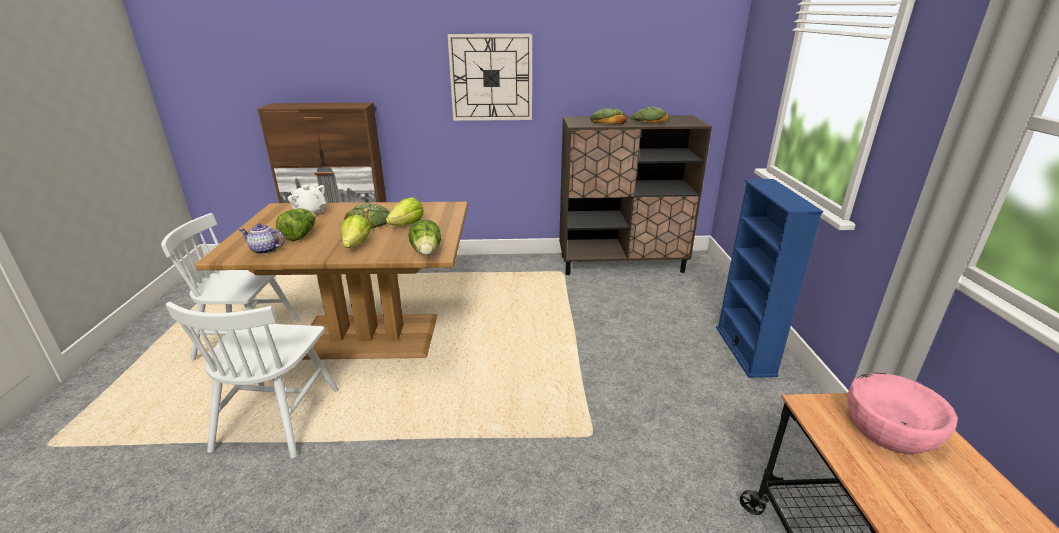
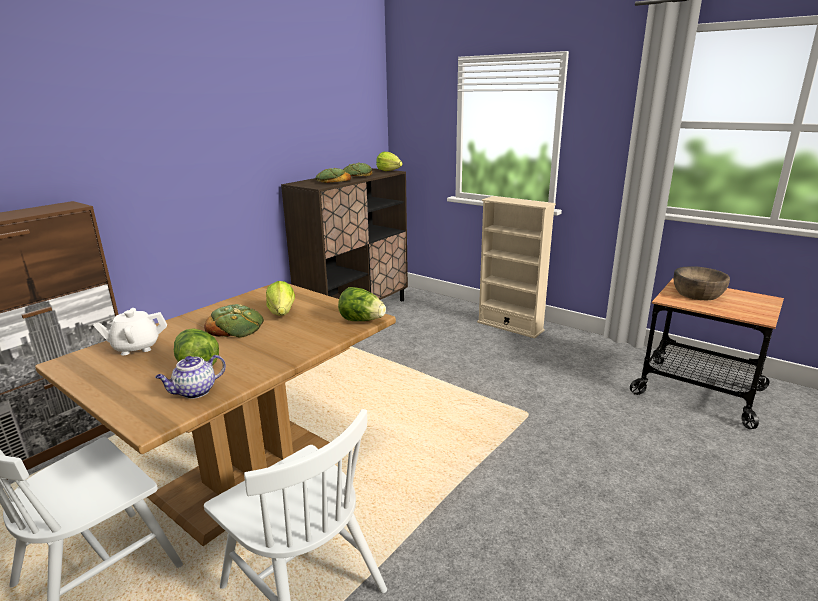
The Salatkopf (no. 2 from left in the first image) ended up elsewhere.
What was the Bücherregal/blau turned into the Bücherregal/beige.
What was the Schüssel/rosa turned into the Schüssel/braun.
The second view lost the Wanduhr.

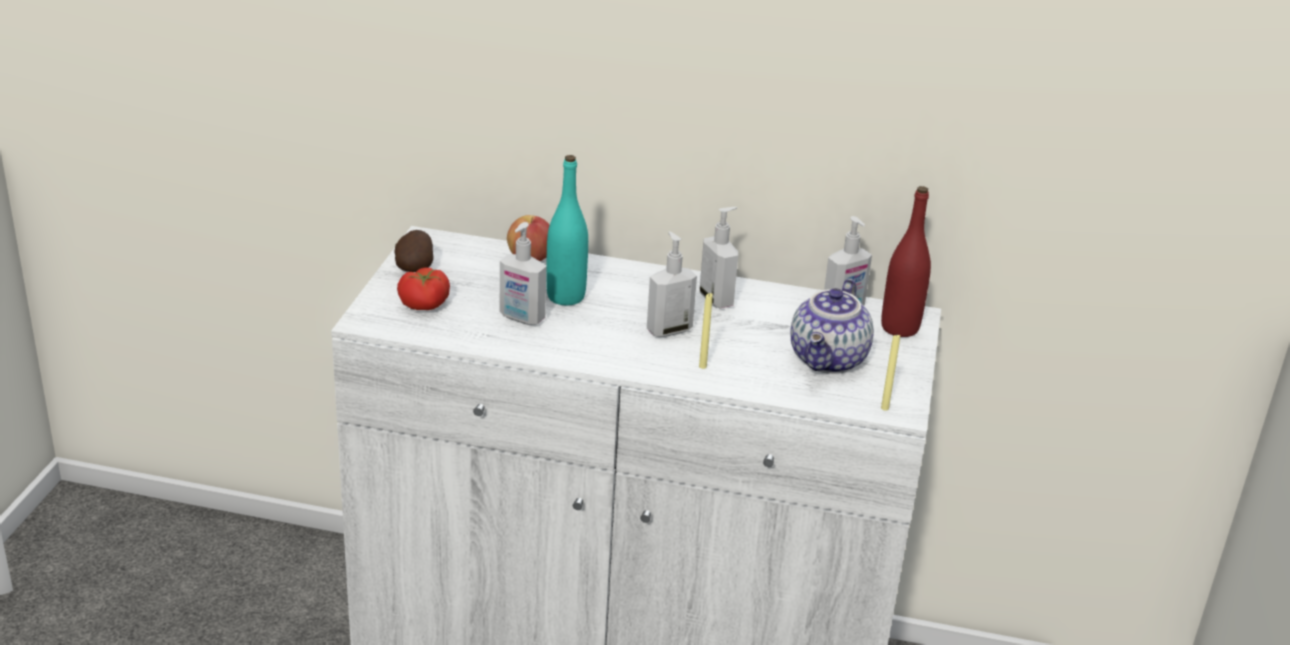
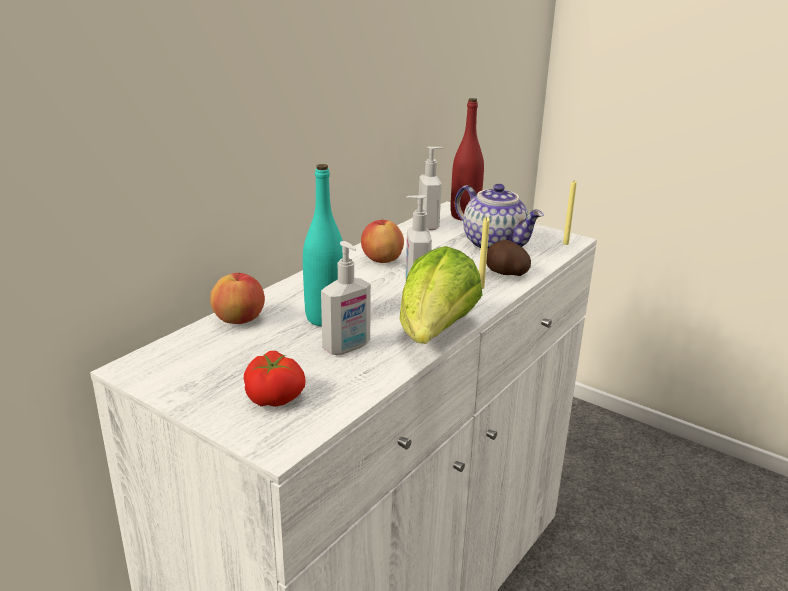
Where the Seifenspender (no. 3 from left) stood, the Apfel (no. 2 from left) came to stand.
The second view gained the Salatkopf.
The Kartoffel ended up elsewhere.

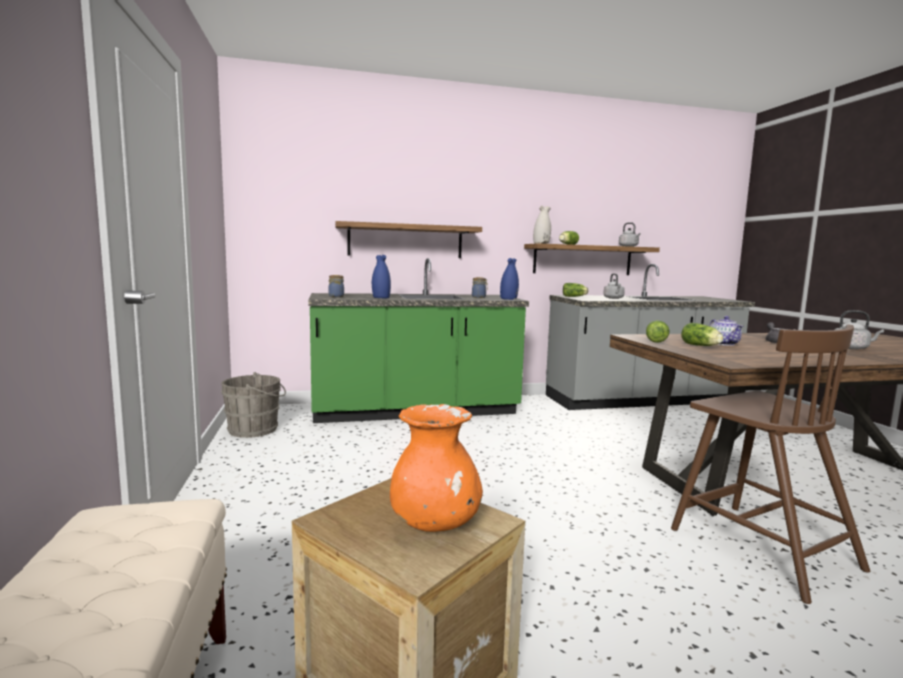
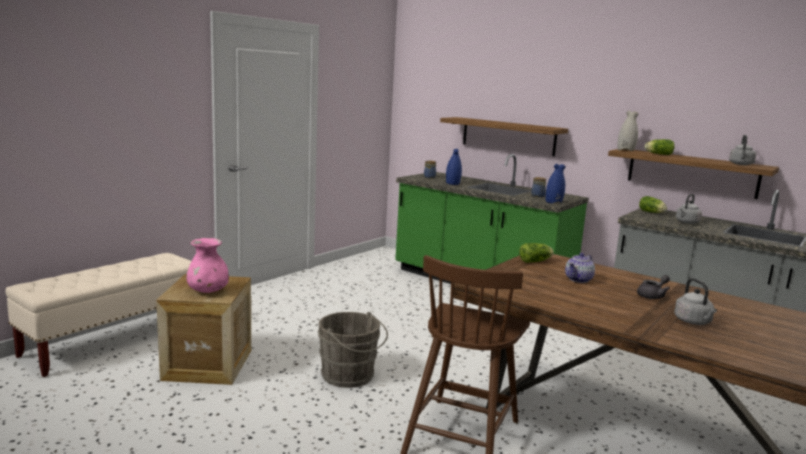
What was the Vase/orange turned into the Vase/rosa.
The Eimer/grau ended up elsewhere.
The second view lost the Salatkopf (no. 4 from left).

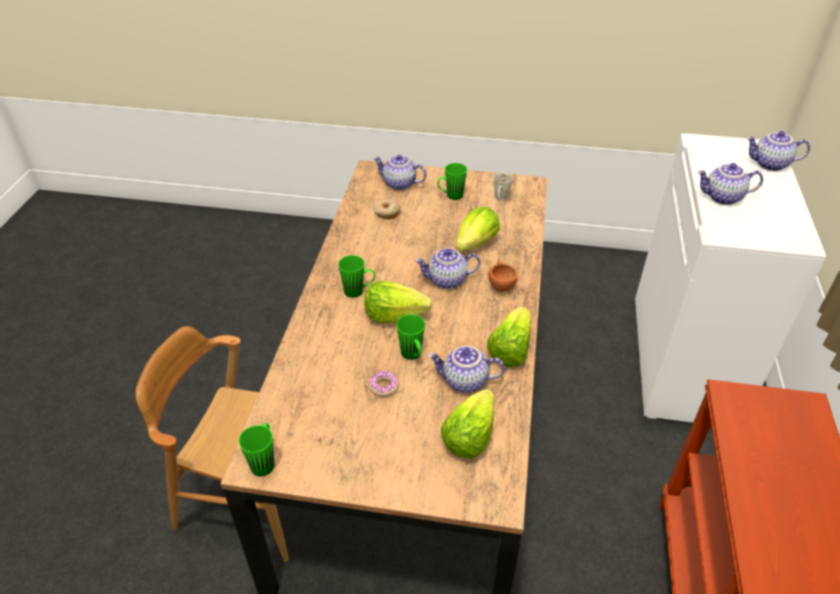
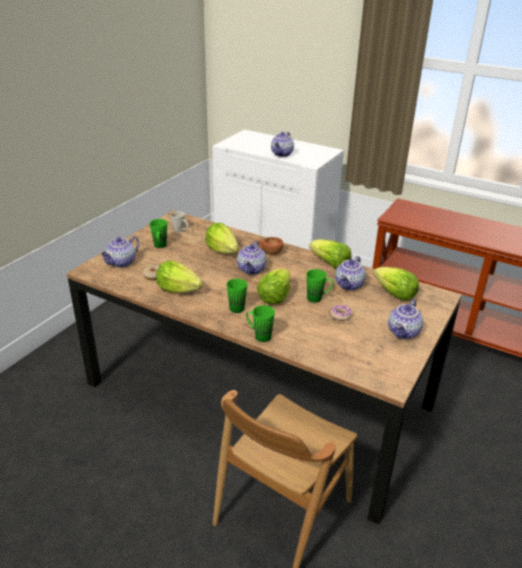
The second view gained the Salatkopf (no. 1 from left).
The Henkelbecher/grün (no. 1 from left in the first image) ended up elsewhere.
The Teekanne (no. 5 from left) ended up elsewhere.

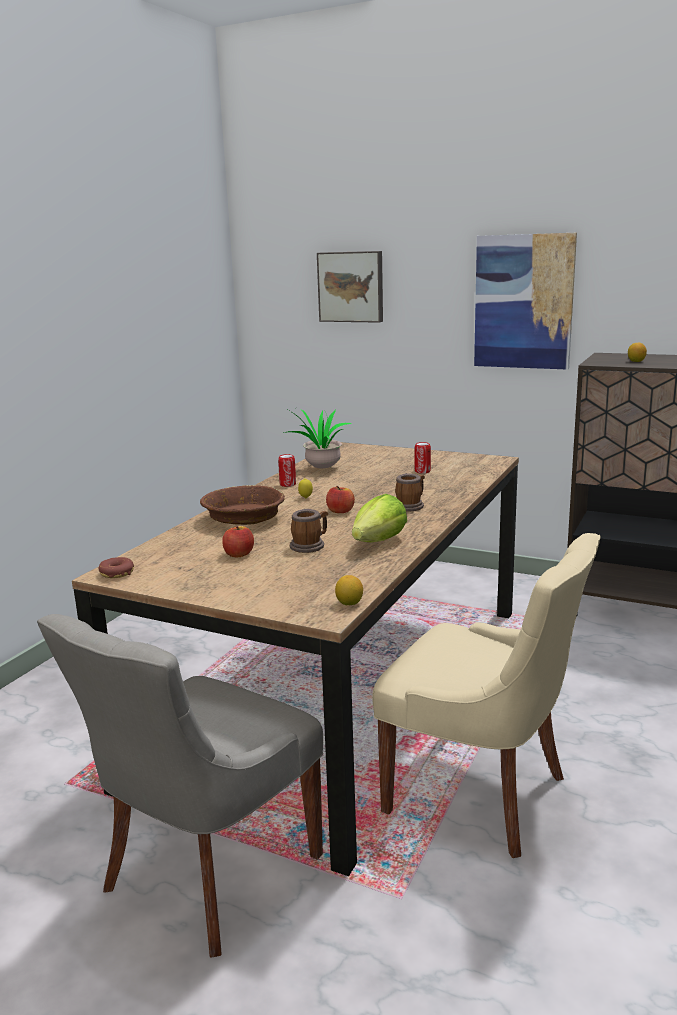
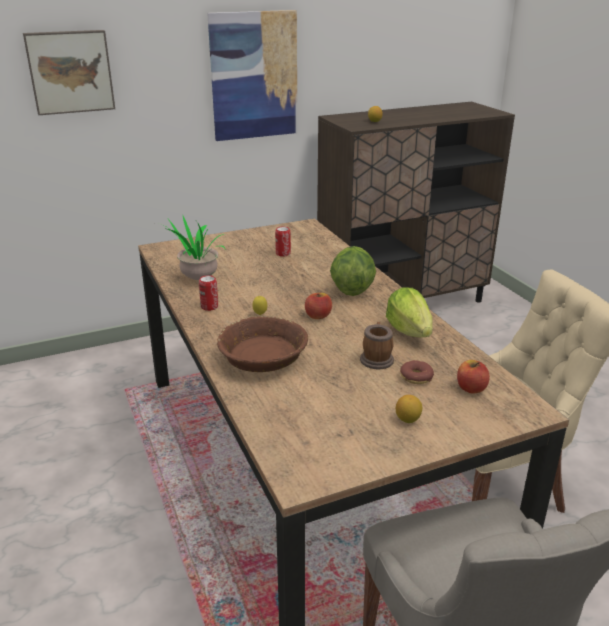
Where the Henkelbecher (no. 2 from left) stood, the Salatkopf (no. 1 from left) came to stand.
The Zitrone (no. 2 from left in the first image) ended up elsewhere.
The Donut ended up elsewhere.
The Apfel (no. 1 from left in the first image) ended up elsewhere.

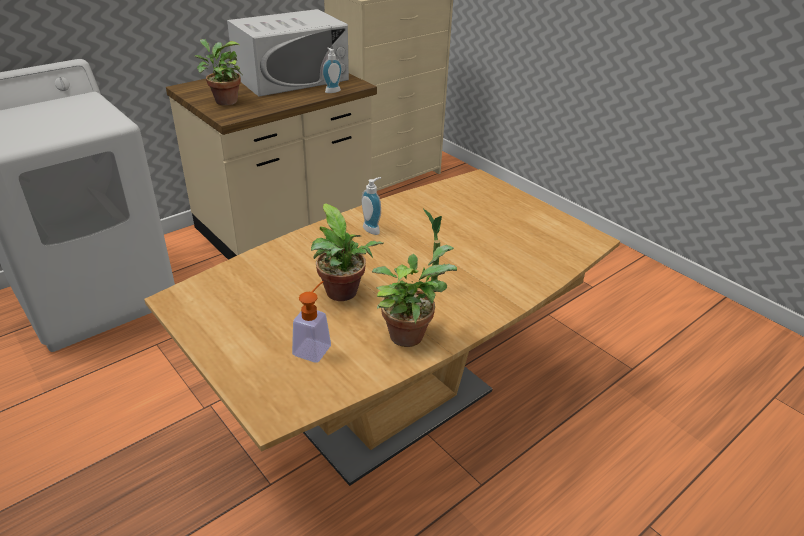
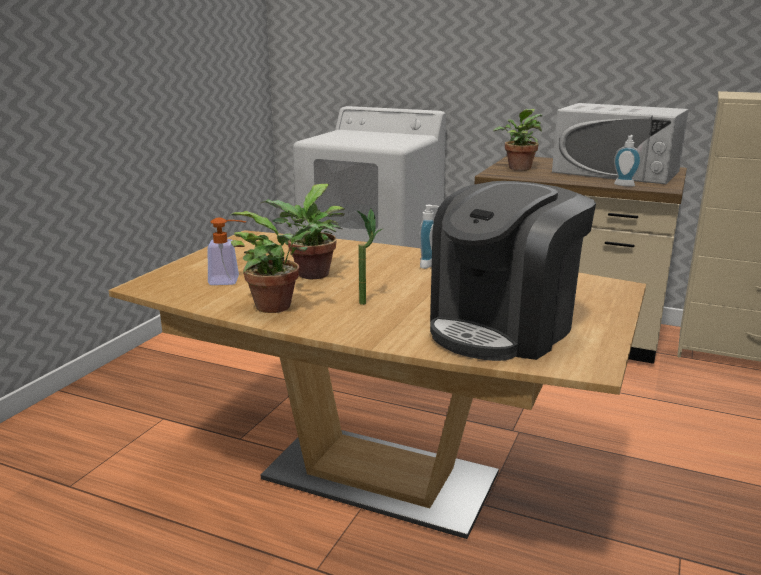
The second view gained the Kaffeemaschine.

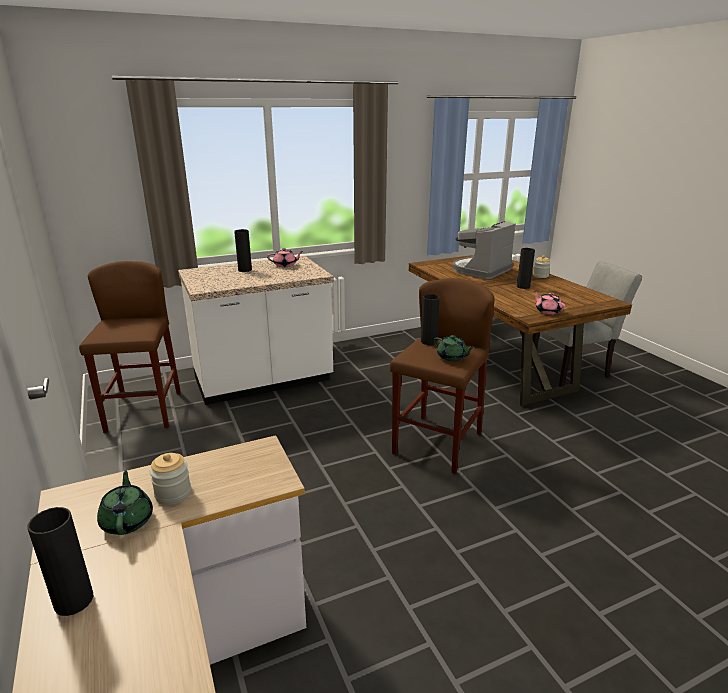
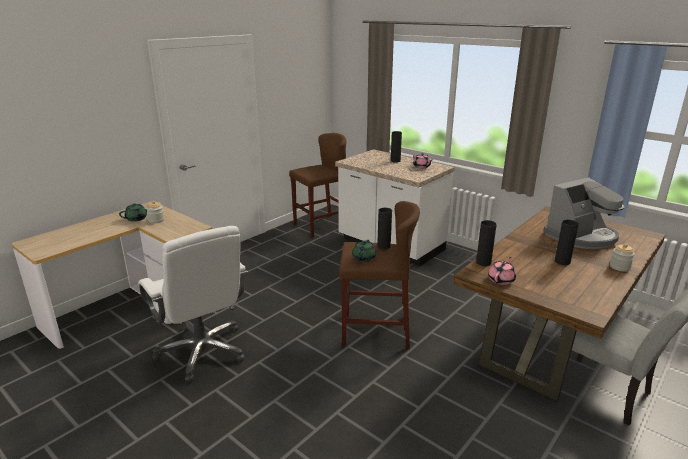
The second view gained the Bürostuhl/weiß.
The Vase/schwarz (no. 1 from left in the first image) ended up elsewhere.
The Kaffeemaschine ended up facing another way, 135 degrees clockwise from before.

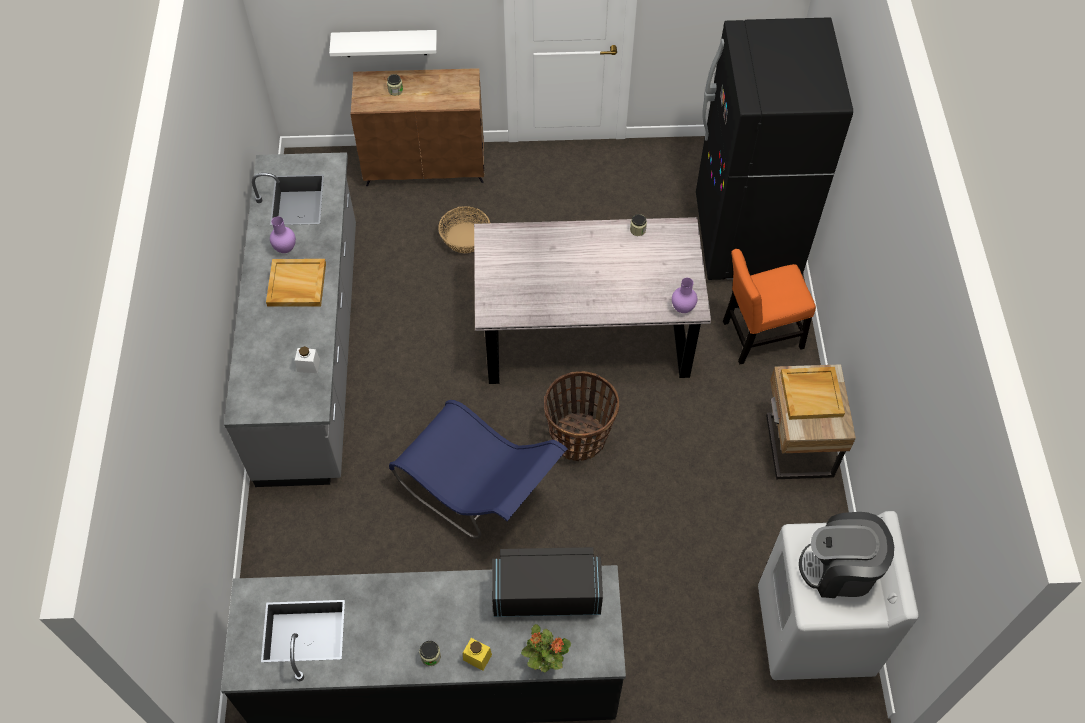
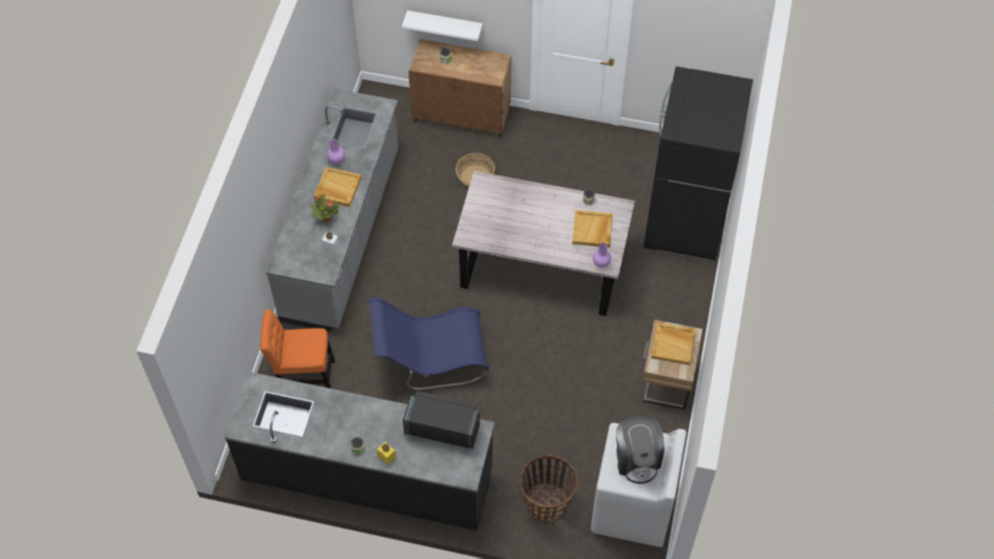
The Stuhl/orange ended up elsewhere.
The Topfpflanze ended up elsewhere.
The Stuhl/blau ended up facing another way, 120 degrees clockwise from before.
The Korb (no. 2 from left) ended up elsewhere.
The second view gained the Tablett/beige (no. 2 from left).
The Kaffeemaschine ended up facing another way, 120 degrees counterclockwise from before.

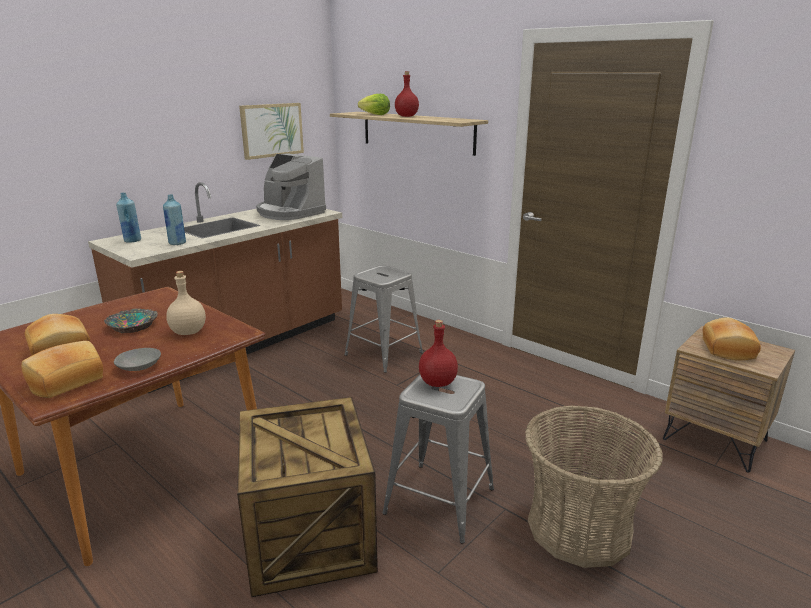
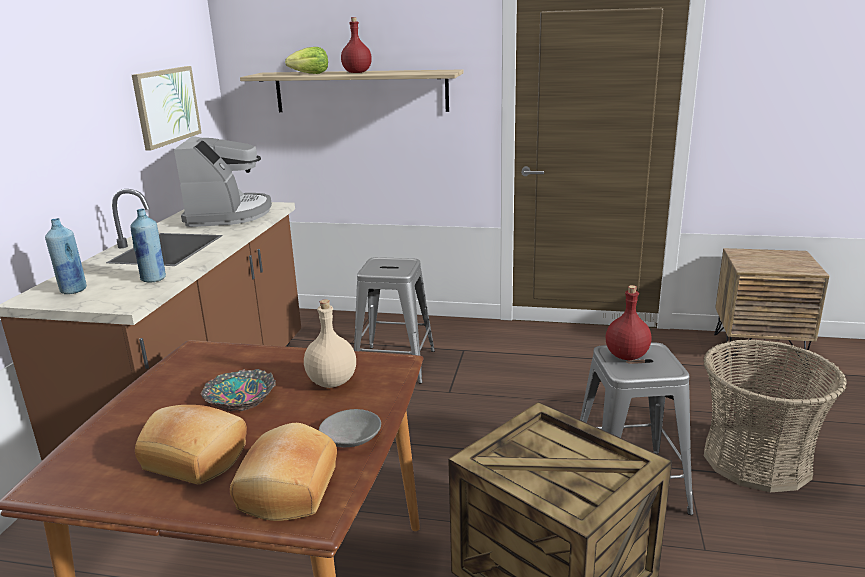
The Kaffeemaschine ended up facing another way, 105 degrees counterclockwise from before.
The second view lost the Brot (no. 3 from left).

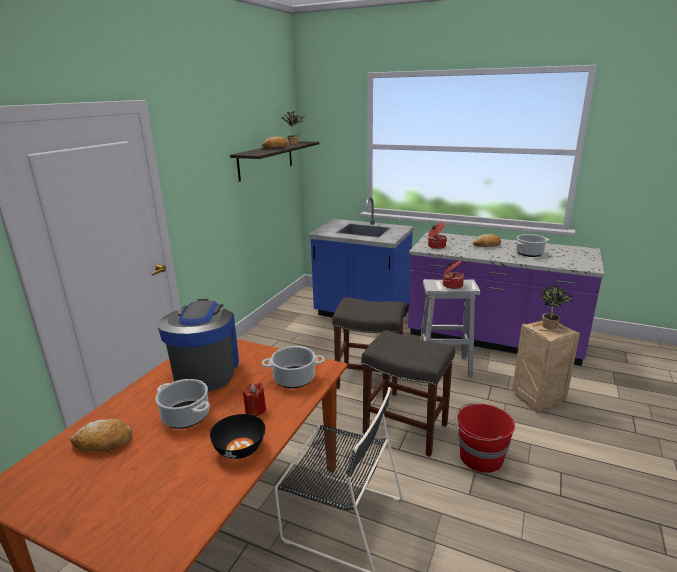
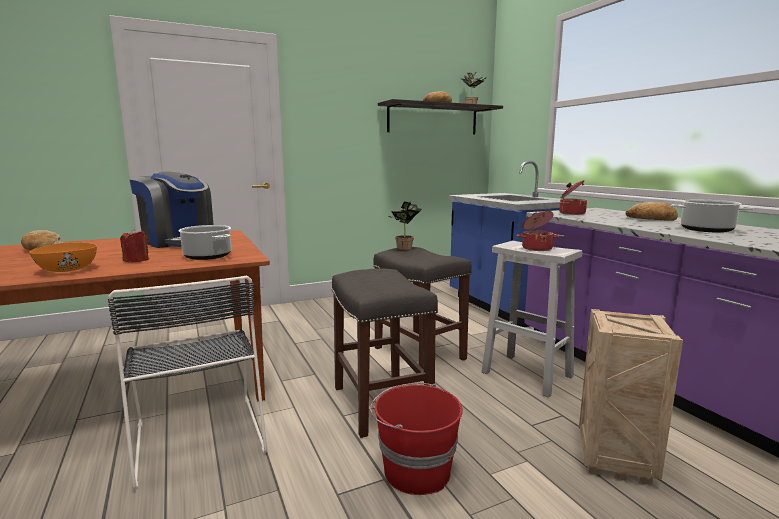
What was the Schüssel/schwarz turned into the Schüssel/orange.
The Kaffeemaschine ended up facing another way, 90 degrees clockwise from before.
The Topfpflanze (no. 2 from left in the first image) ended up elsewhere.
The second view lost the Kochtopf (no. 1 from left).

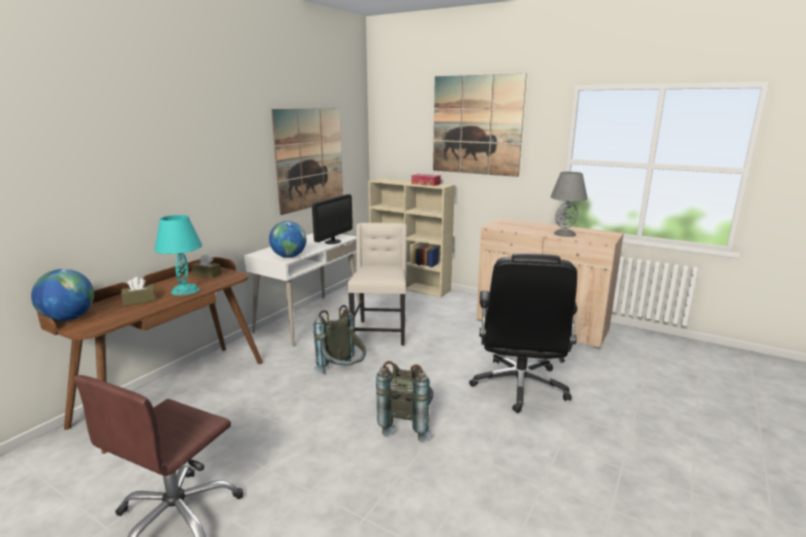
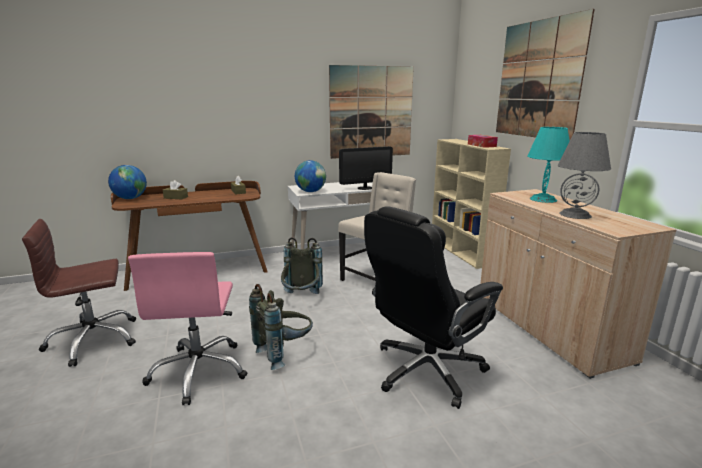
The second view gained the Bürostuhl/rosa.
The Tischlampe/türkis ended up elsewhere.

